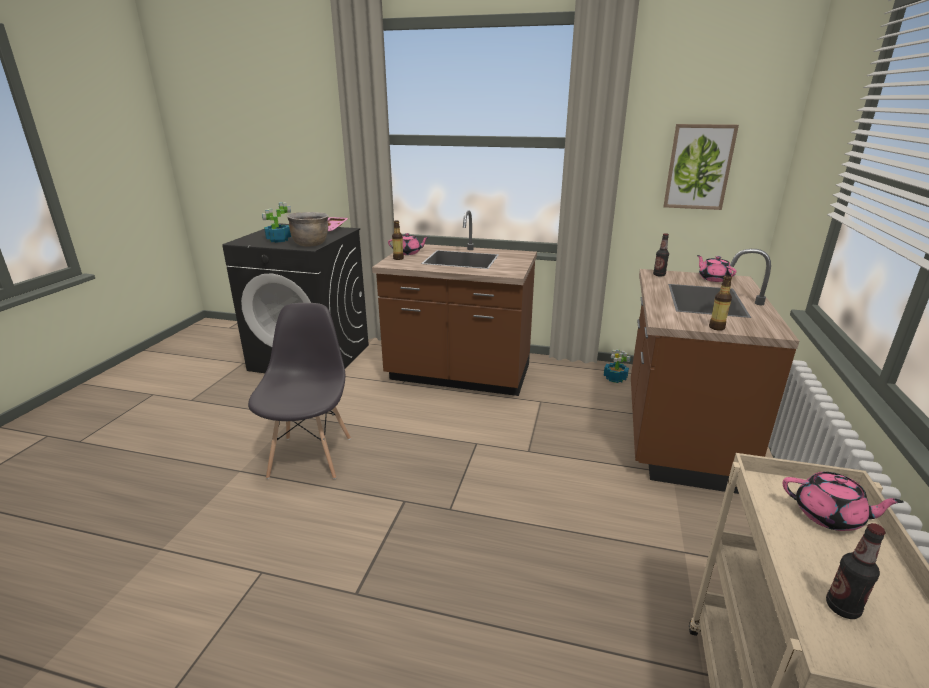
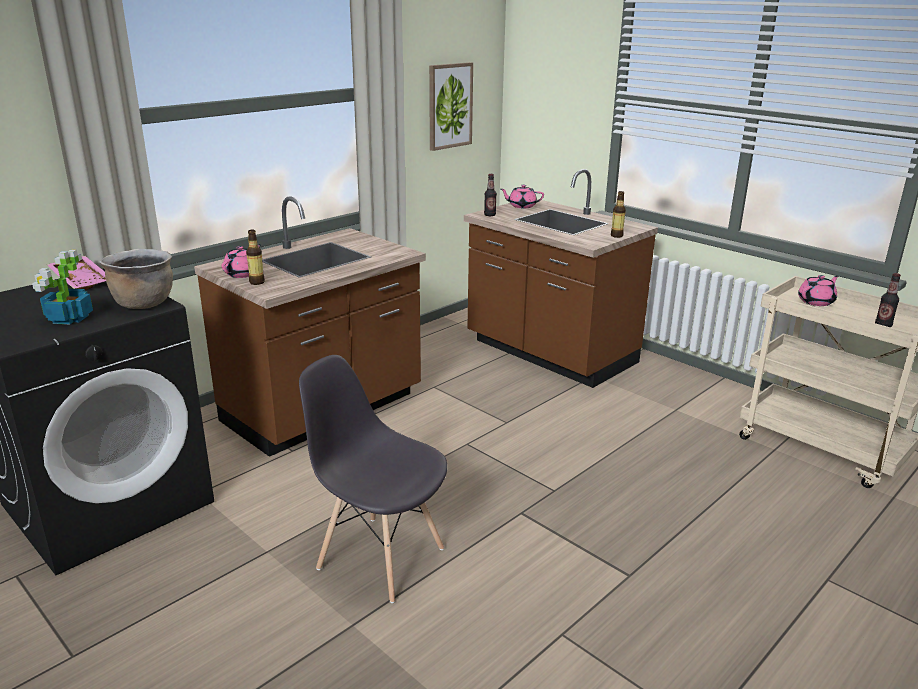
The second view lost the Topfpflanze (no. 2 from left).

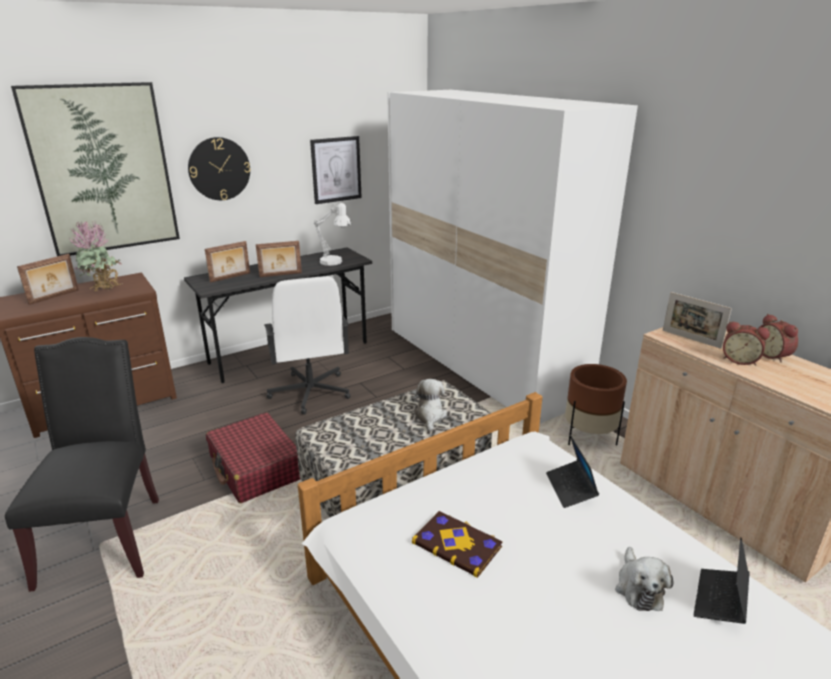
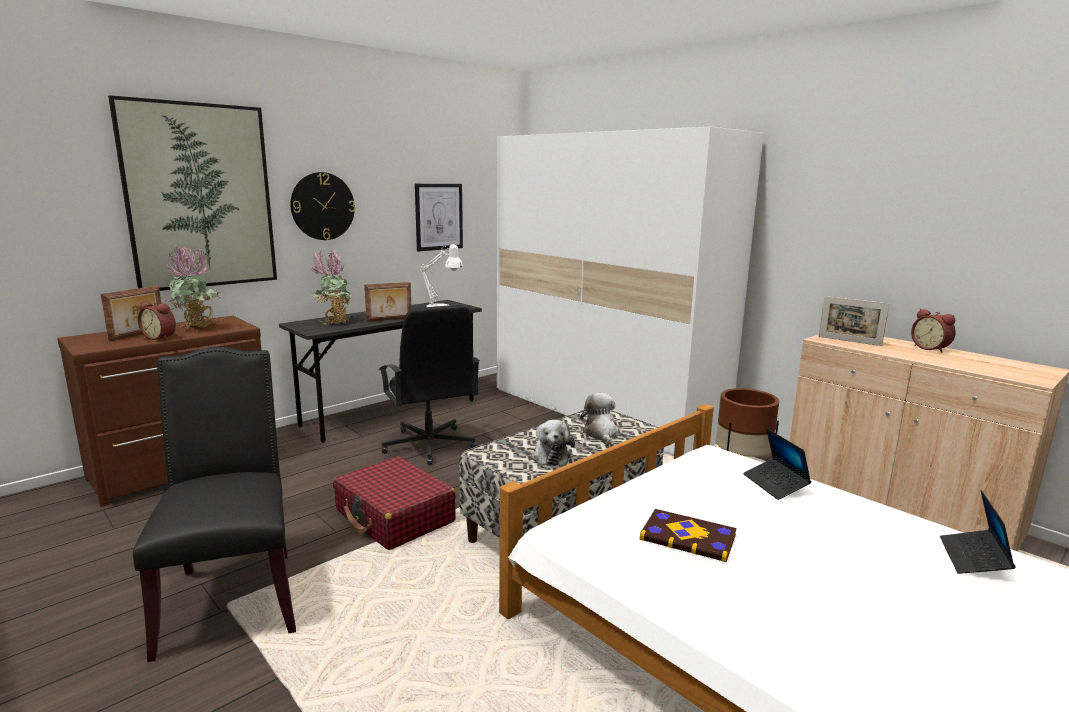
The Wecker (no. 1 from left) ended up elsewhere.
Where the Bilderrahmen (no. 2 from left) stood, the Topfpflanze (no. 2 from left) came to stand.
What was the Bürostuhl/weiß turned into the Bürostuhl/schwarz.
The Plüschtier (no. 2 from left in the first image) ended up elsewhere.

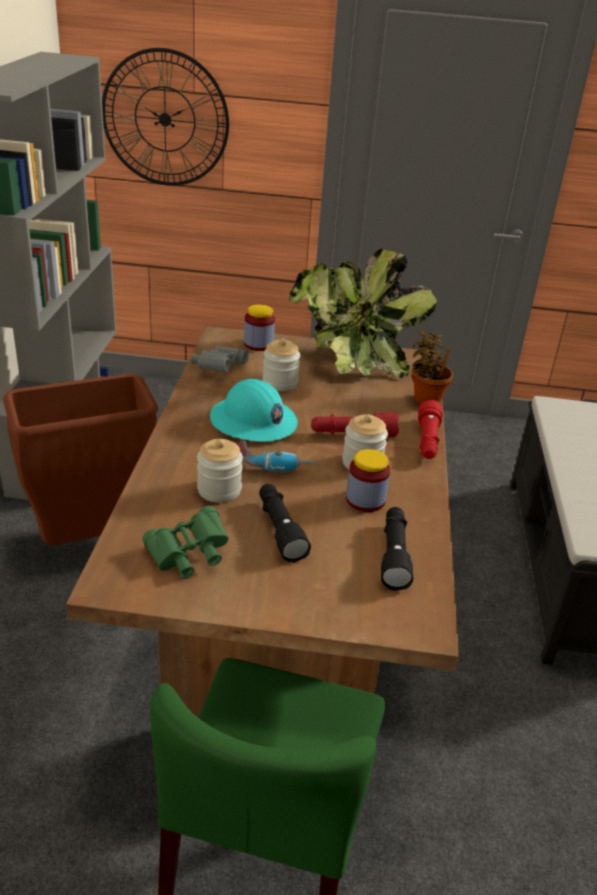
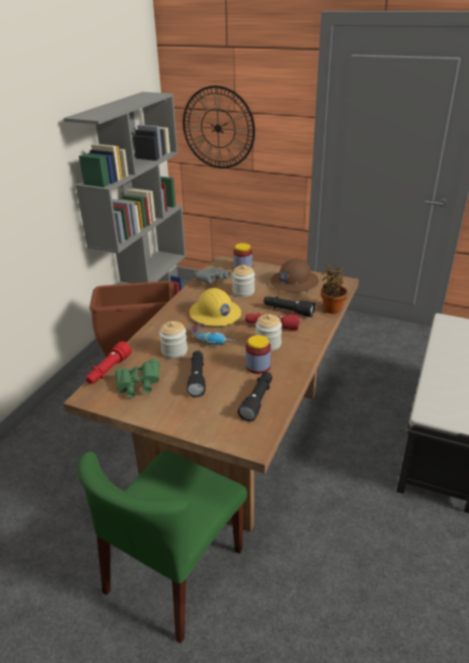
The Taschenlampe/rot (no. 2 from left in the first image) ended up elsewhere.
What was the Schutzhelm/türkis turned into the Schutzhelm/gelb.
The second view gained the Taschenlampe/schwarz (no. 3 from left).
Where the Topfpflanze (no. 1 from left) stood, the Schutzhelm/braun came to stand.

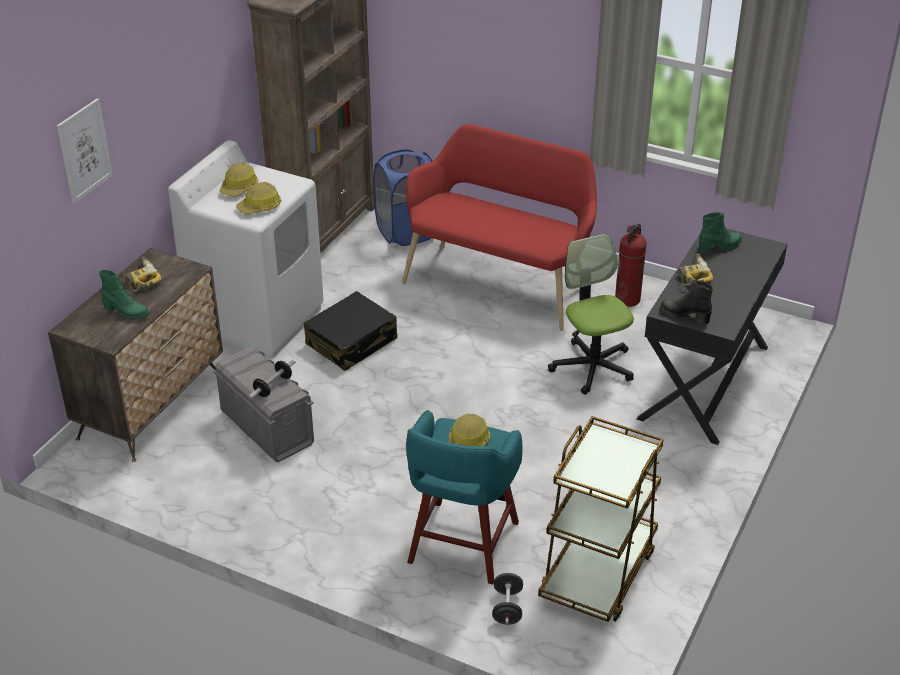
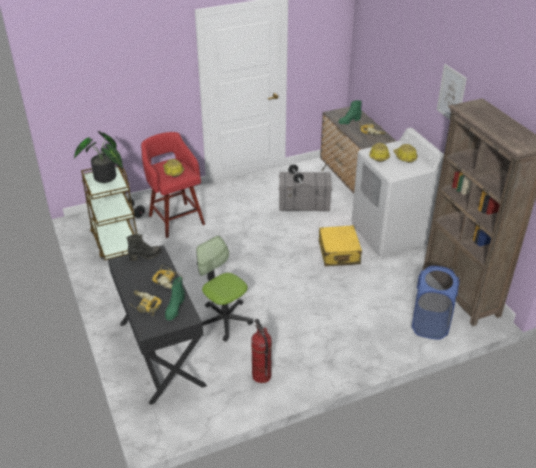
The second view gained the Topfpflanze.
The second view gained the Bohrmaschine (no. 1 from left).
What was the Hocker/türkis turned into the Hocker/rot.
The Bürostuhl ended up facing another way, 150 degrees counterclockwise from before.
What was the Koffer/schwarz turned into the Koffer/gelb.
The Bild ended up elsewhere.
The second view lost the Bank/rot.

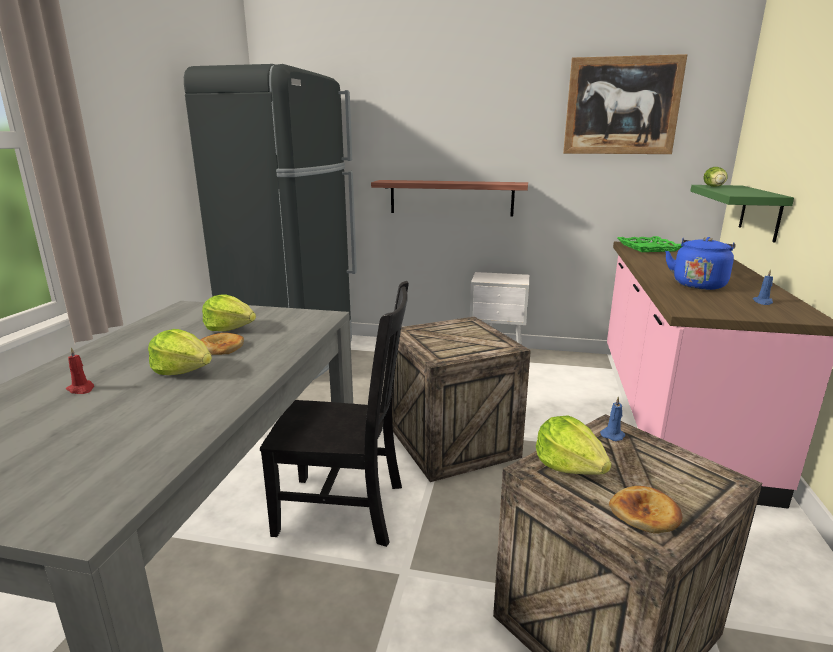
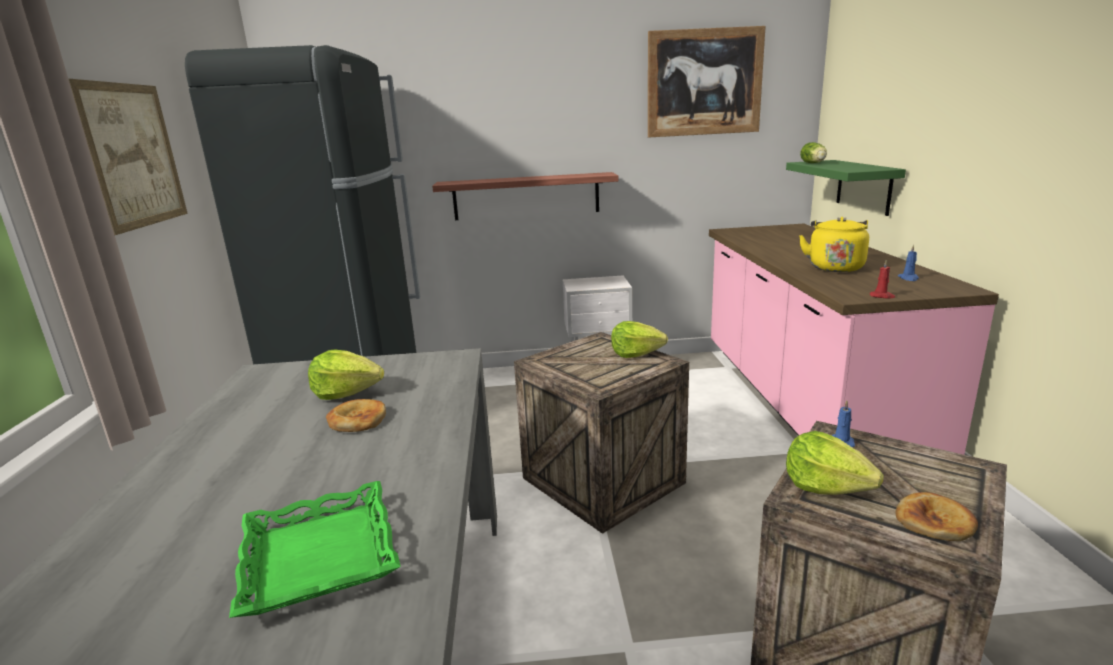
The second view gained the Bild (no. 1 from left).
The Tablett/grün ended up elsewhere.
The Salatkopf (no. 1 from left in the first image) ended up elsewhere.
What was the Wasserkessel/blau turned into the Wasserkessel/gelb.
The Kerze/rot ended up elsewhere.
The second view lost the Stuhl/schwarz.

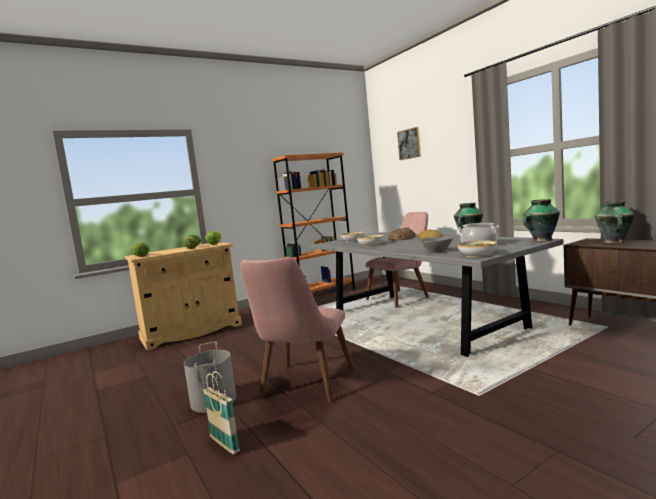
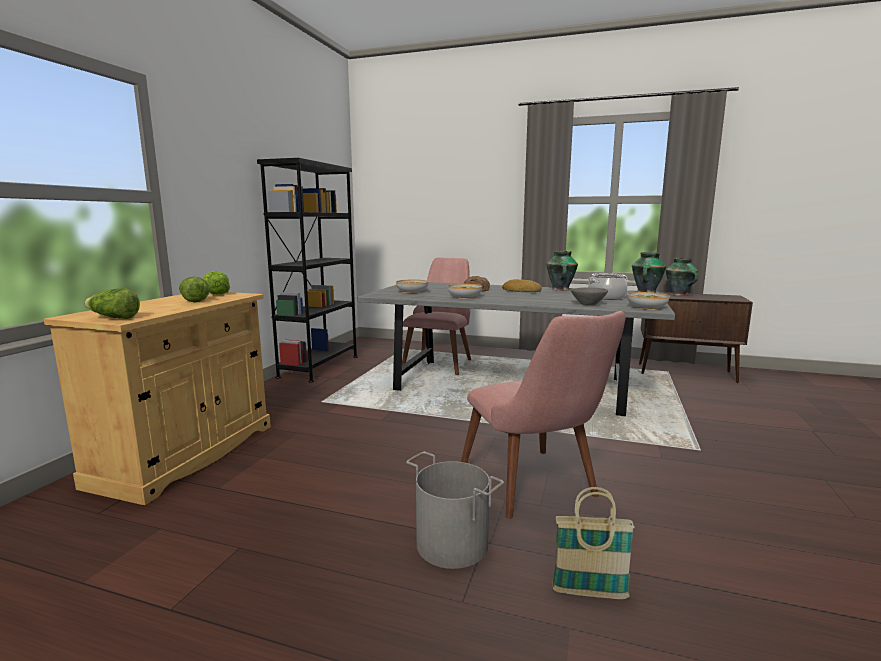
What was the Bücherregal/orange turned into the Bücherregal/schwarz.
The second view lost the Bild.

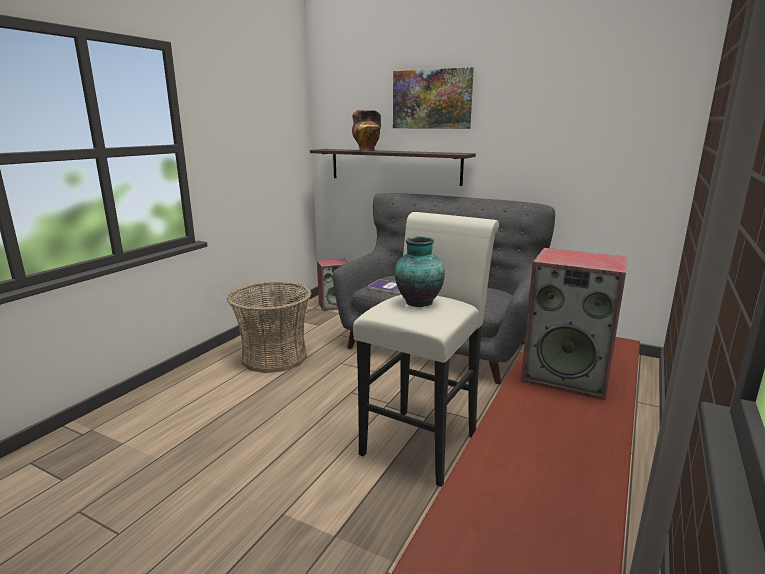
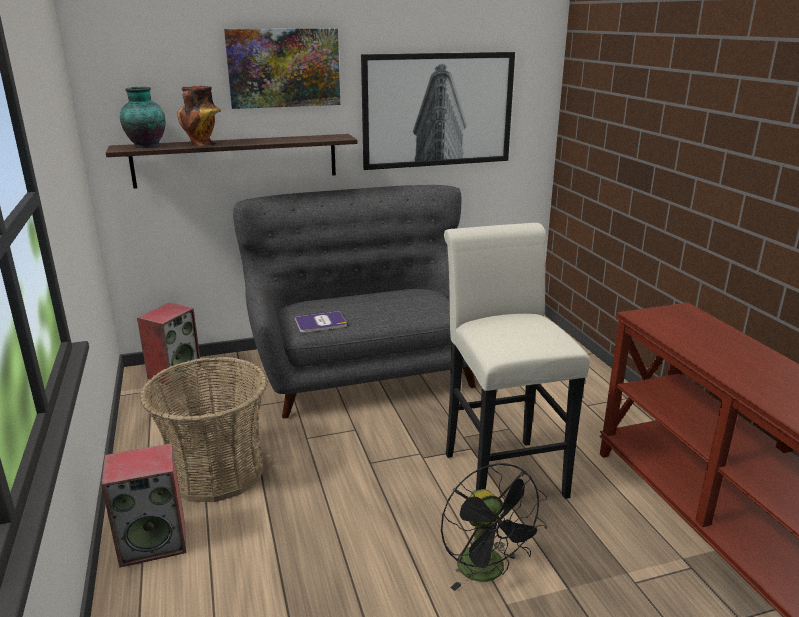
The Lautsprecher (no. 2 from left in the first image) ended up elsewhere.
The Vase (no. 2 from left in the first image) ended up elsewhere.
The second view gained the Bild (no. 2 from left).
The second view gained the Ventilator/schwarz.

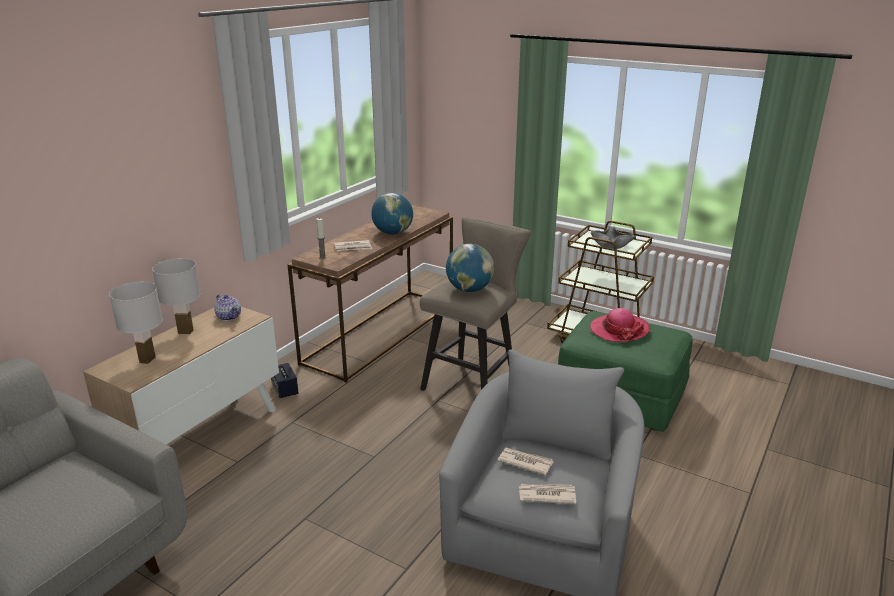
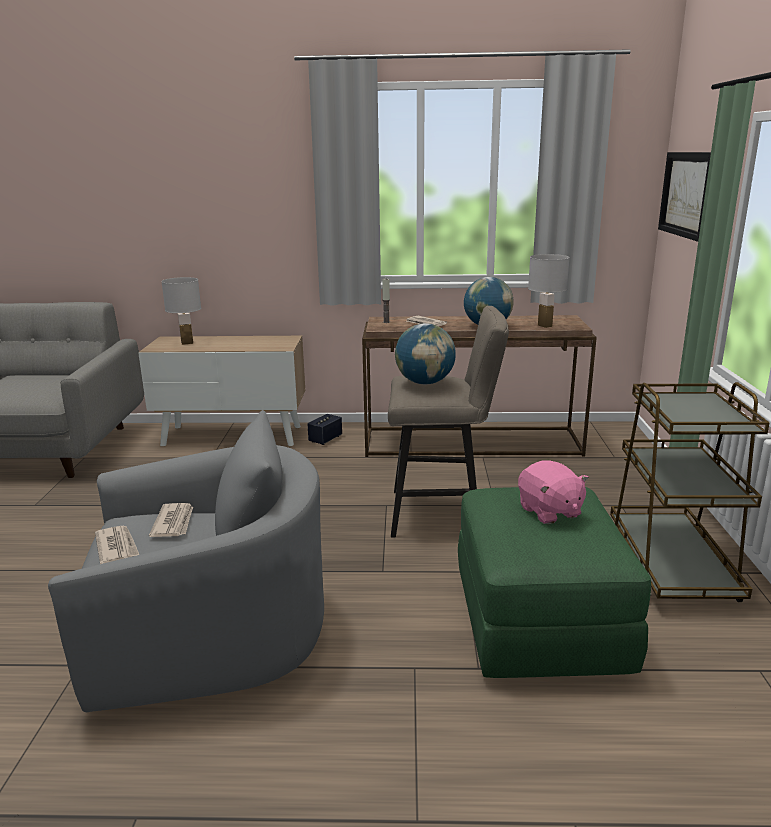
Where the Hut stood, the Plüschtier/rosa came to stand.
The Tischlampe/weiß (no. 2 from left) ended up elsewhere.
The second view gained the Bild.
The second view lost the Teekanne.
The second view lost the Schüssel/grau.

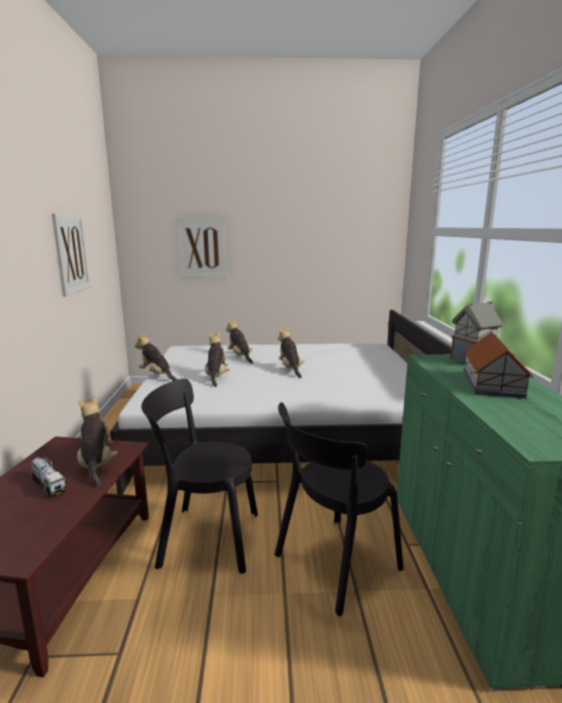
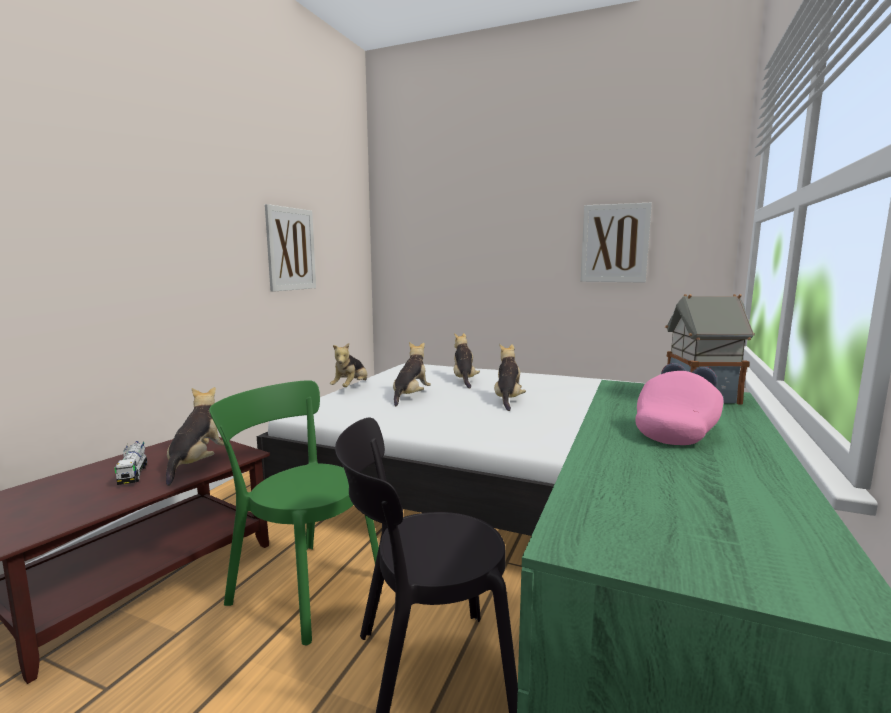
What was the Stuhl/schwarz (no. 1 from left) turned into the Stuhl/grün.
The Plüschtier (no. 2 from left) ended up facing another way, 135 degrees counterclockwise from before.
The Bild (no. 2 from left) ended up elsewhere.
Where the Spielzeughaus (no. 2 from left) stood, the Kappe/rosa came to stand.

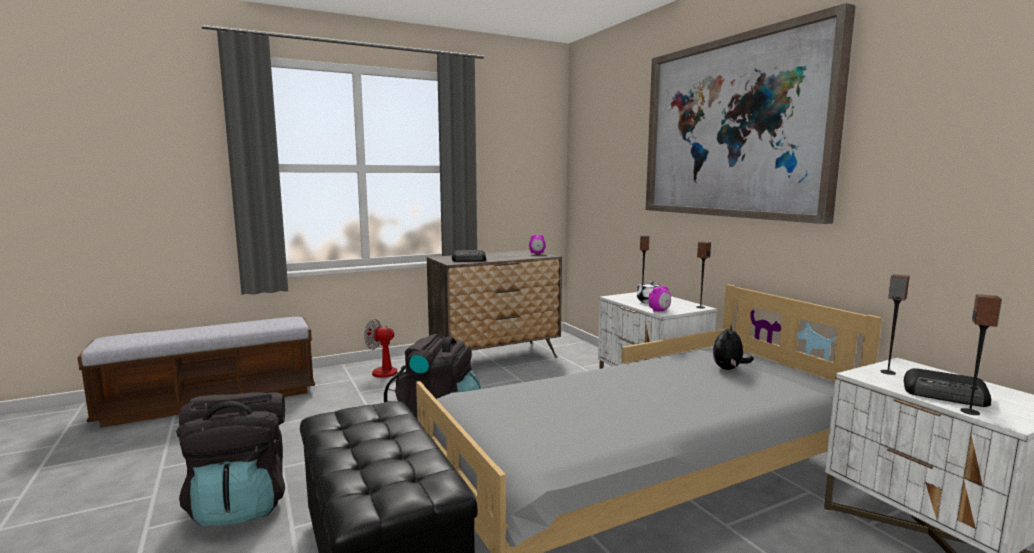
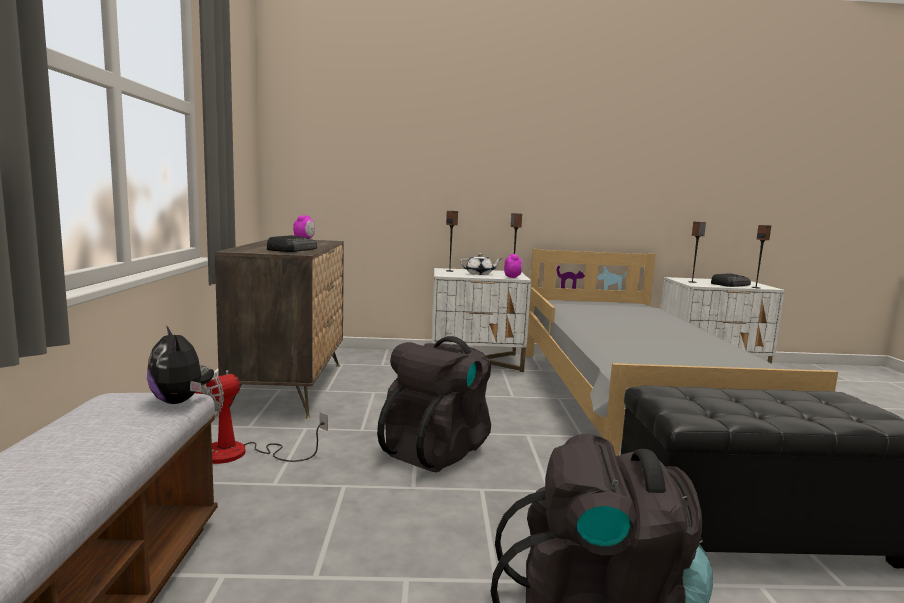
The Plüschtier ended up elsewhere.
The second view lost the Bild.

